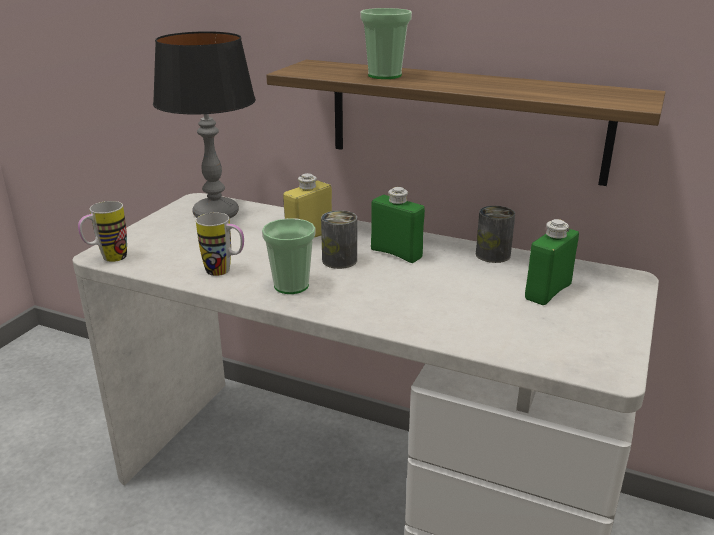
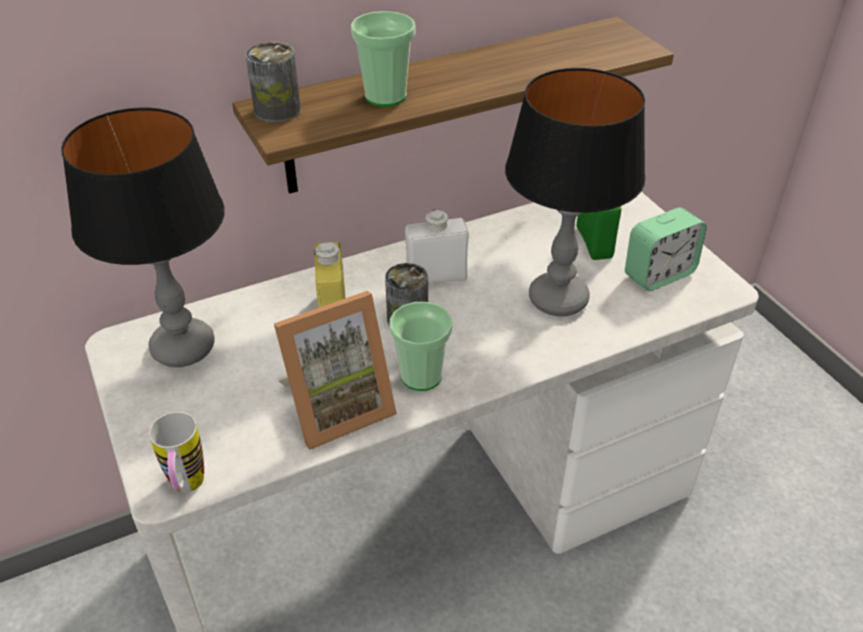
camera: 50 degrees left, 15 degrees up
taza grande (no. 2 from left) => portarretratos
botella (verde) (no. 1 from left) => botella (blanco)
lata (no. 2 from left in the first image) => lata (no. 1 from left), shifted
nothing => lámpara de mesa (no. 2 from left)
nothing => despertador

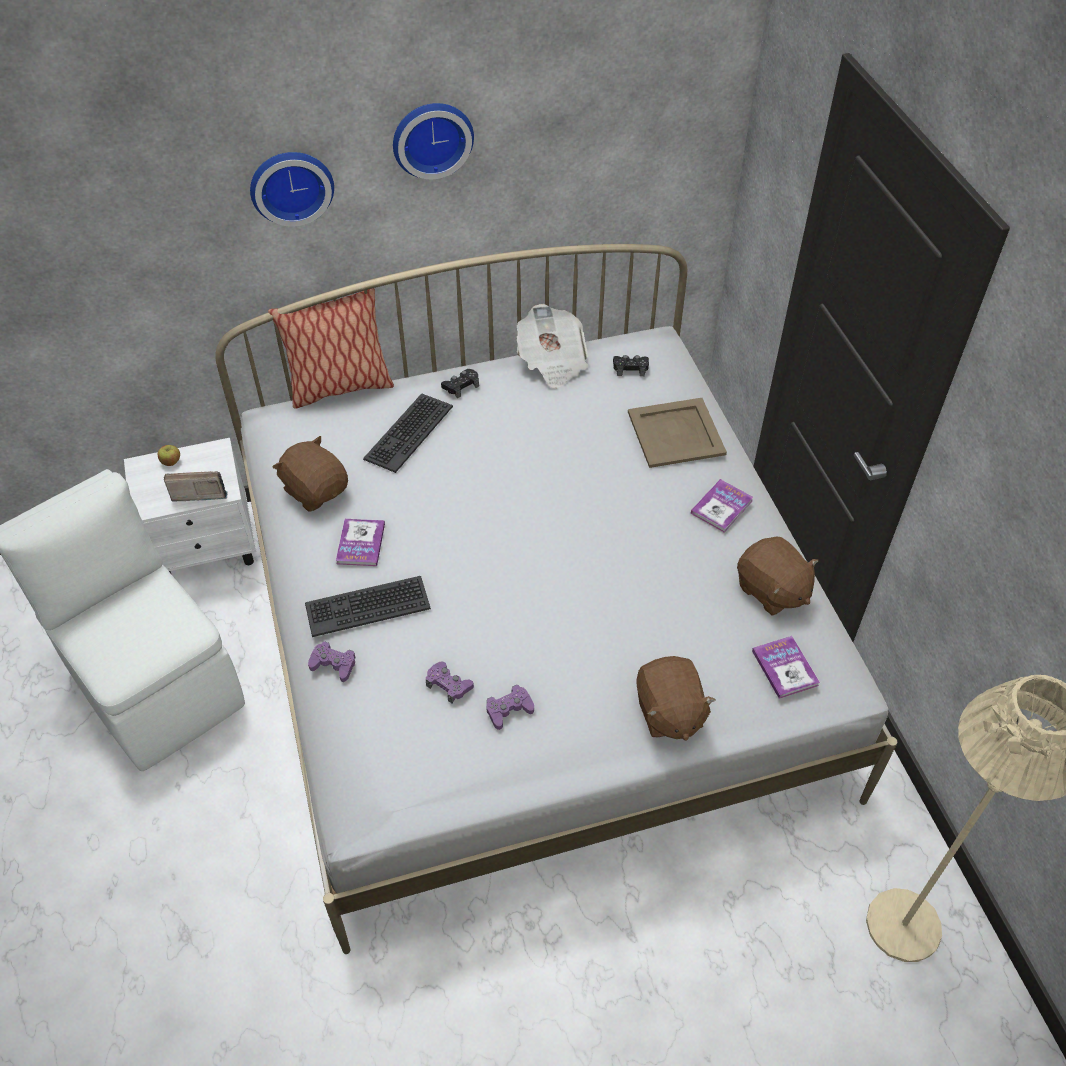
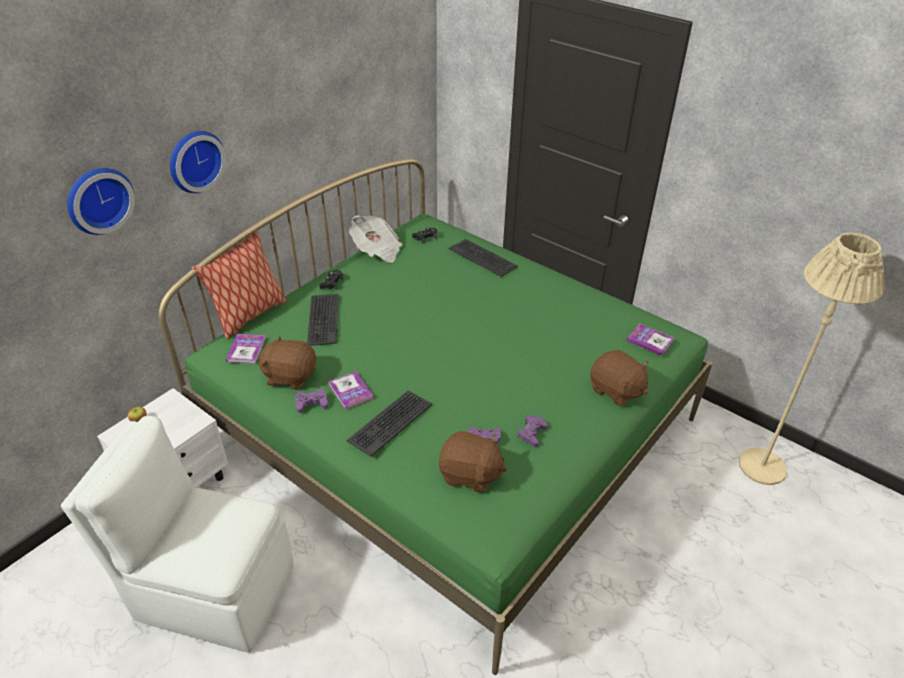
camera: 35 degrees left, 10 degrees down
radio => nothing
cama (blanco) => cama (verde)
mando de consola (morado) (no. 1 from left), shifted
reloj de pared (no. 2 from left in the first image) => reloj de pared (no. 1 from left), shifted
bandeja (beis) => teclado (no. 3 from left)
libro (no. 2 from left in the first image) => libro (no. 1 from left), shifted
peluche (marrón) (no. 3 from left in the first image) => peluche (marrón) (no. 2 from left), shifted

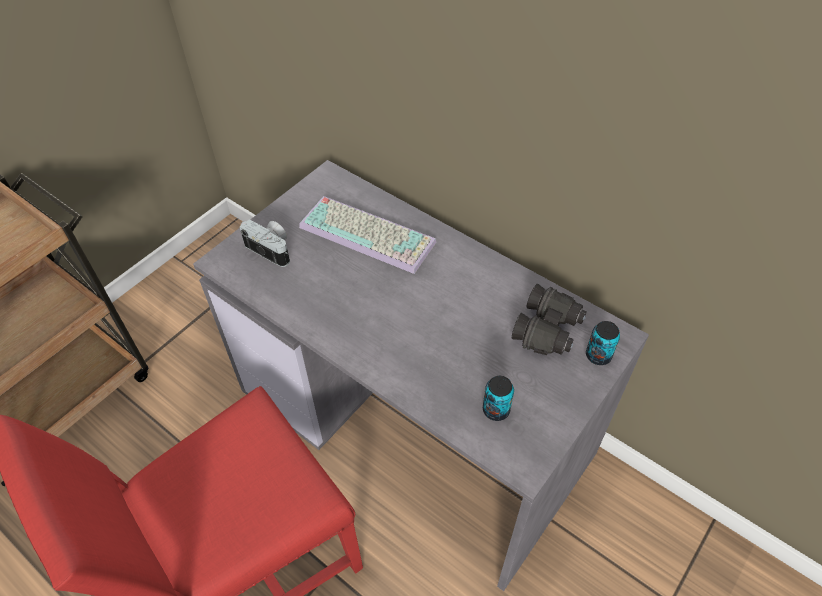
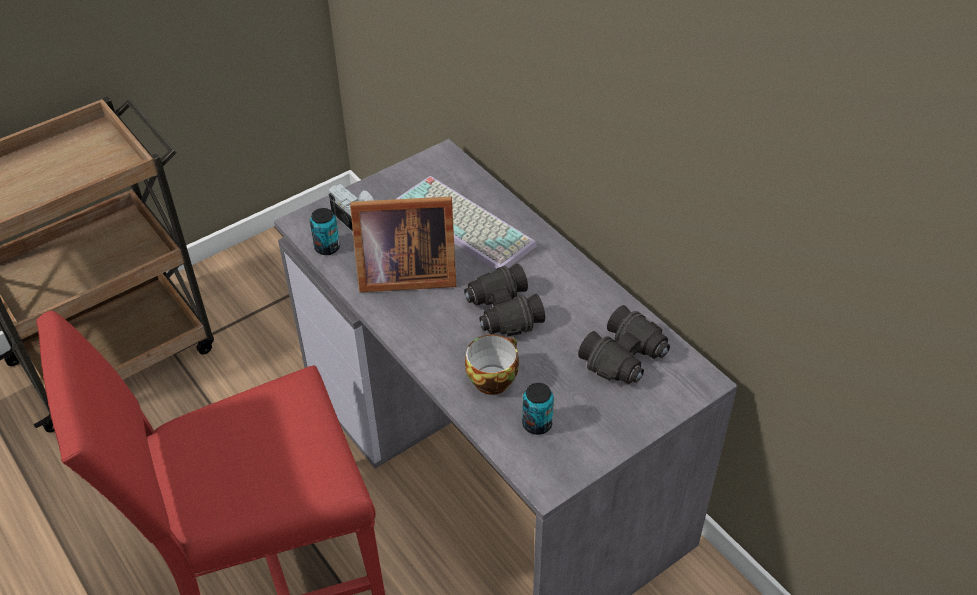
camera: 15 degrees right, 5 degrees down
lata (no. 2 from left in the first image) => lata (no. 1 from left), shifted
nothing => portarretratos
nothing => prismáticos (negro) (no. 1 from left)
nothing => taza

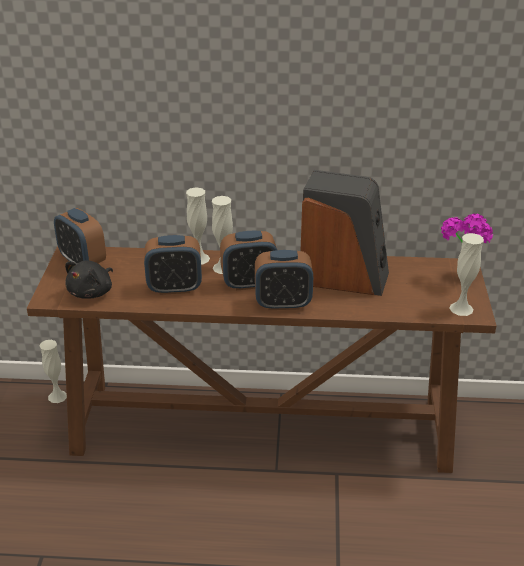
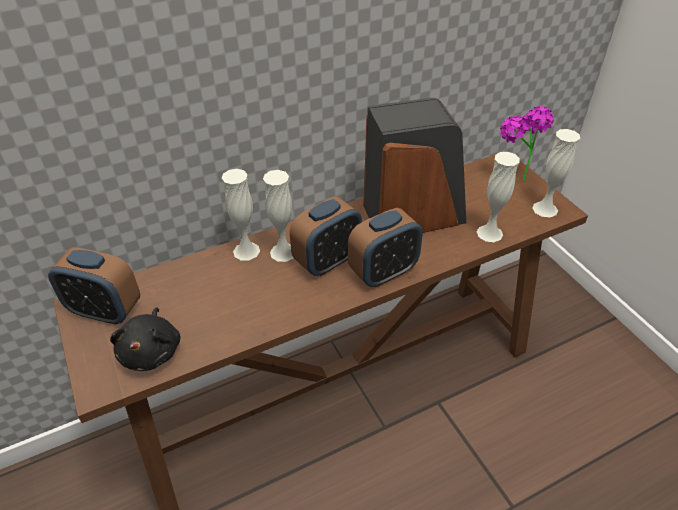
camera: 30 degrees left, 10 degrees up
florero (blanco) (no. 1 from left in the first image) => florero (blanco) (no. 3 from left), shifted
despertador (no. 2 from left) => nothing

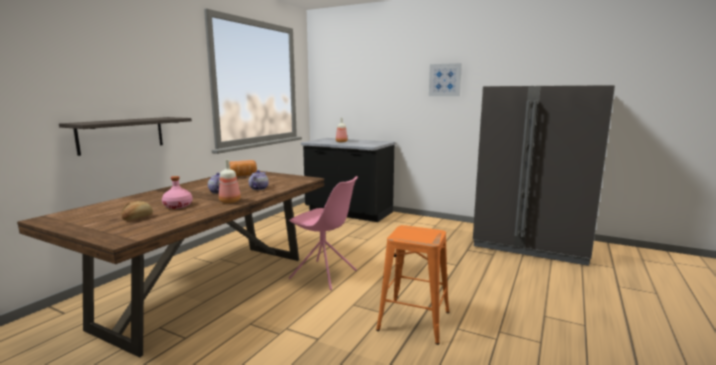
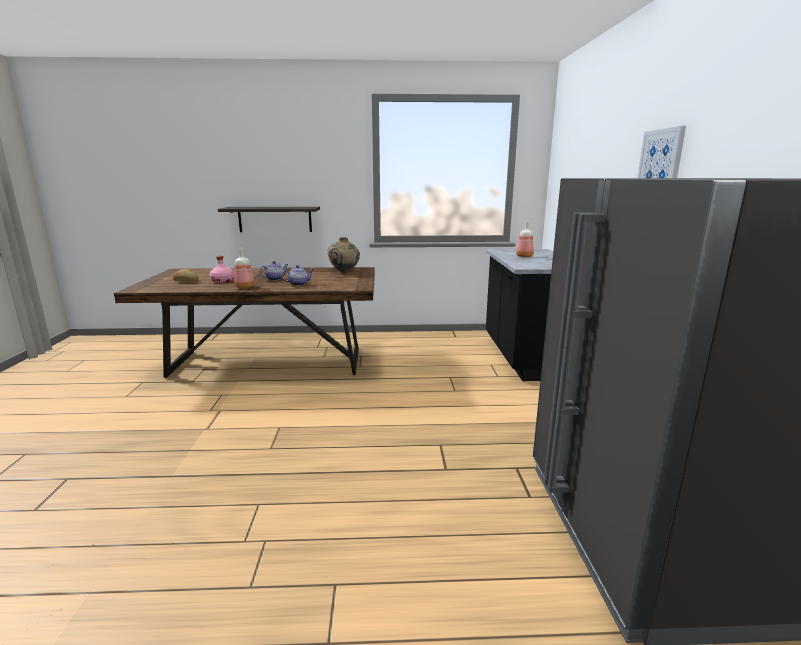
camera: 60 degrees right, 5 degrees up
pan (no. 2 from left) => florero (beis)
silla (rosa) => nothing
taburete (naranja) => nothing

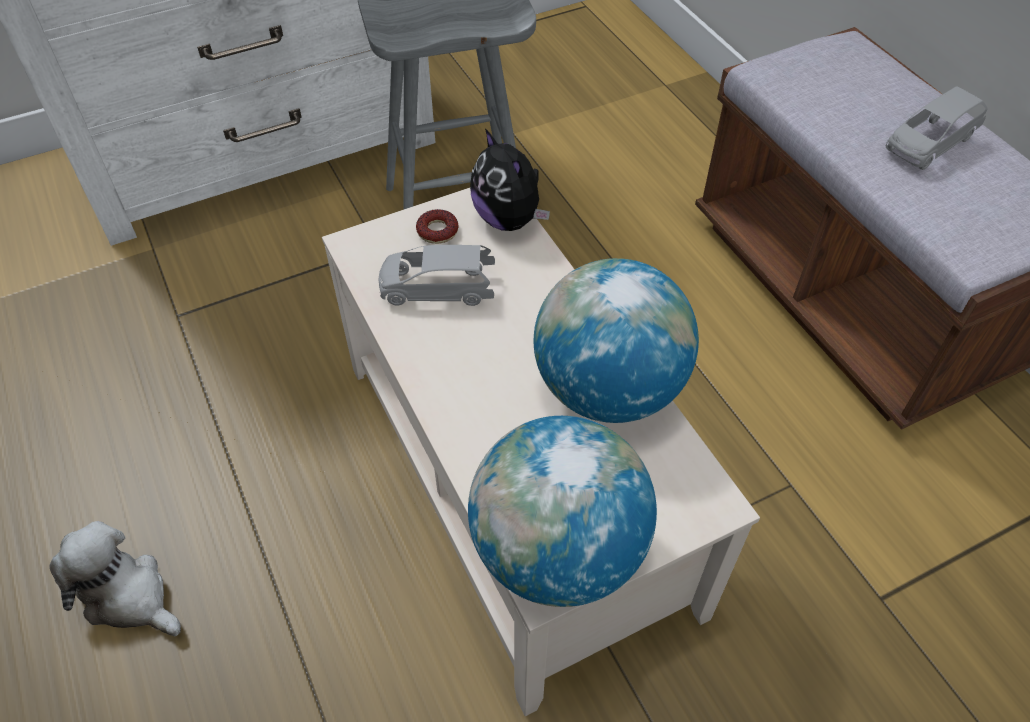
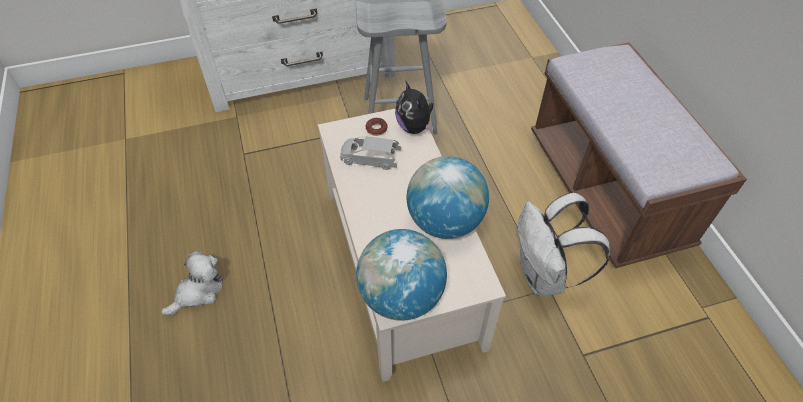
camera: 10 degrees right, 0 degrees up
peluche (no. 1 from left), 90 degrees clockwise
coche de juguete (gris) (no. 2 from left) => nothing
nothing => mochila (blanco)

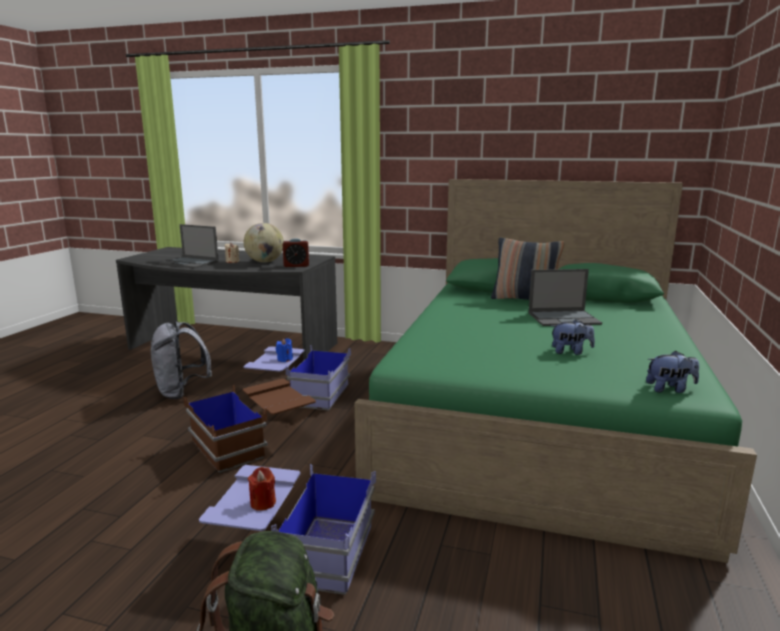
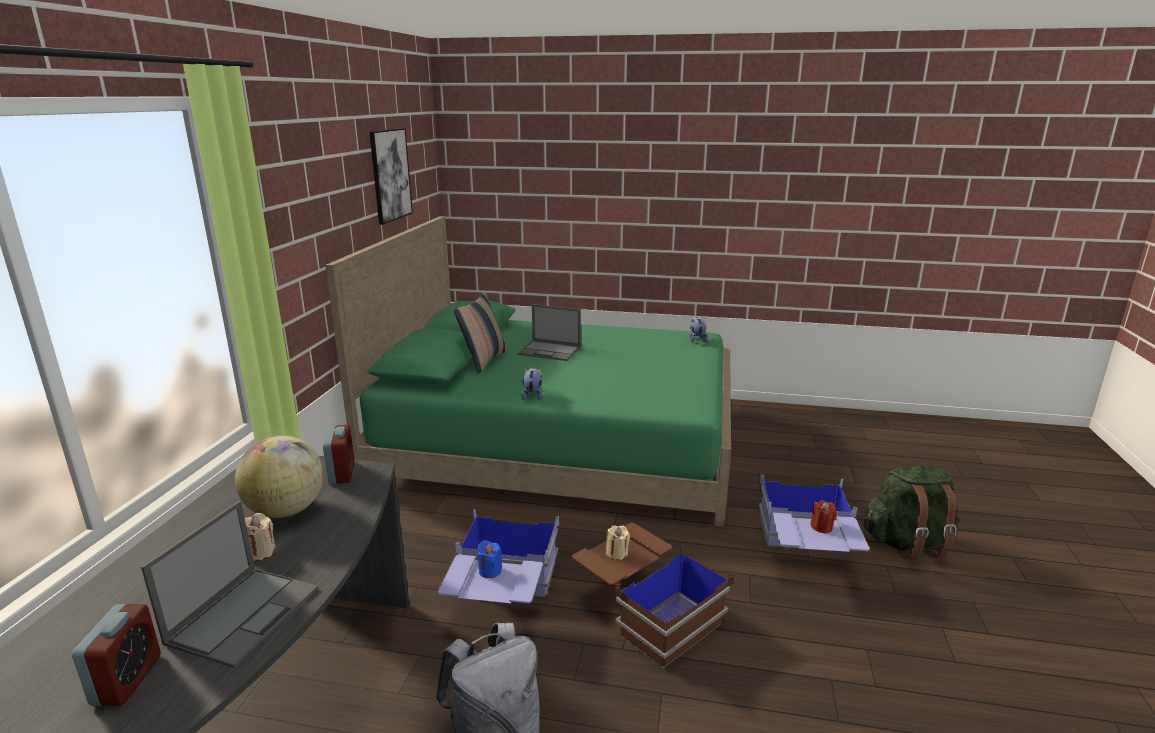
camera: 95 degrees left, 5 degrees up
portátil (no. 2 from left), 120 degrees clockwise
peluche (no. 1 from left), shifted
nothing => despertador (no. 1 from left)
nothing => cuadro
nothing => vela (beis) (no. 2 from left)

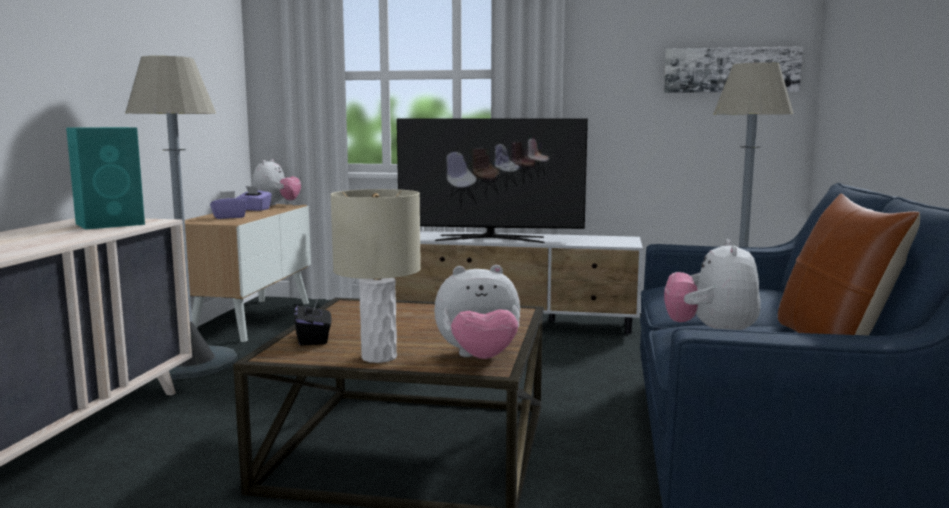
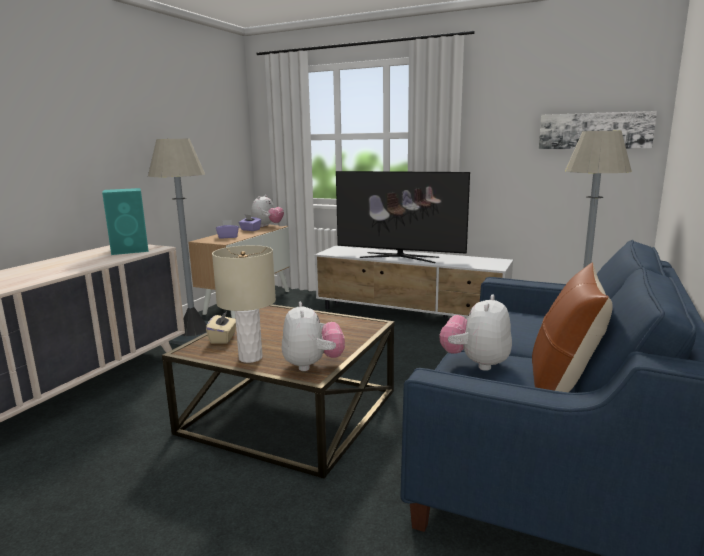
camera: 15 degrees right, 5 degrees up
caja de pañuelos (negro) => caja de pañuelos (beis)
peluche (no. 2 from left), 105 degrees counterclockwise

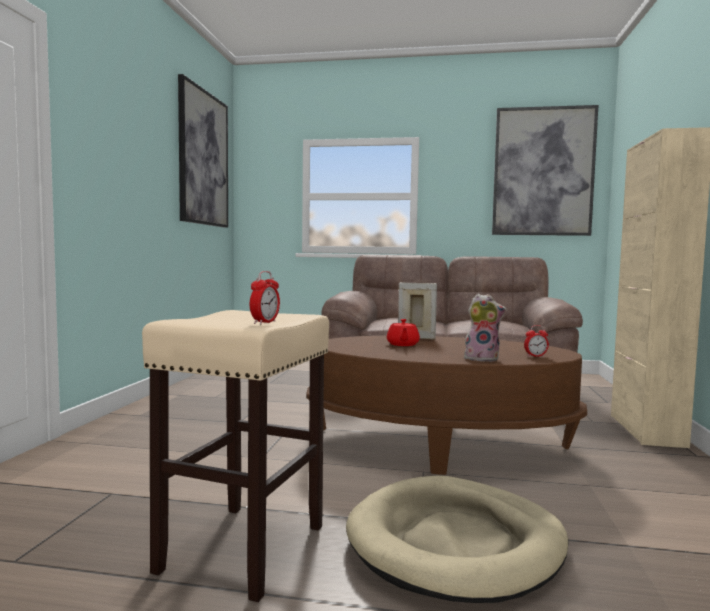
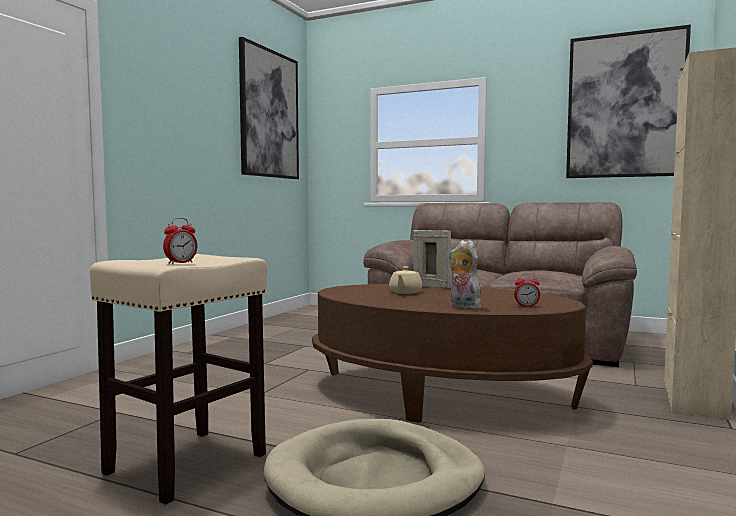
camera: 15 degrees right, 0 degrees up
tetera (rojo) => tetera (beis)
peluche, 150 degrees counterclockwise

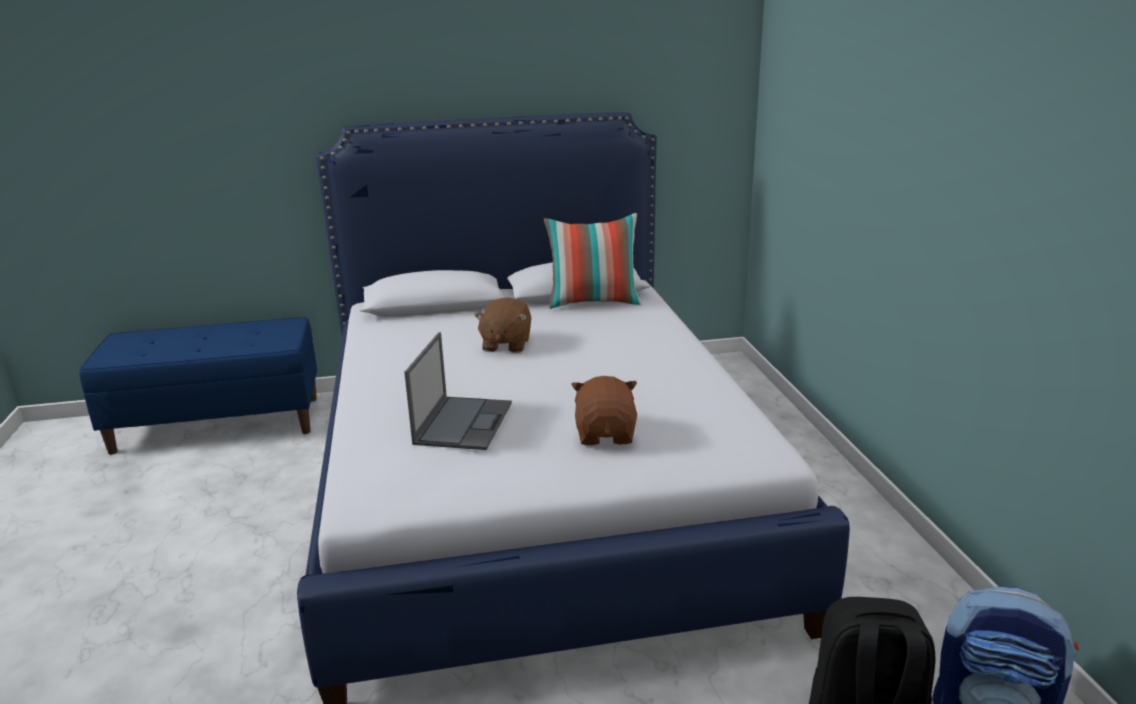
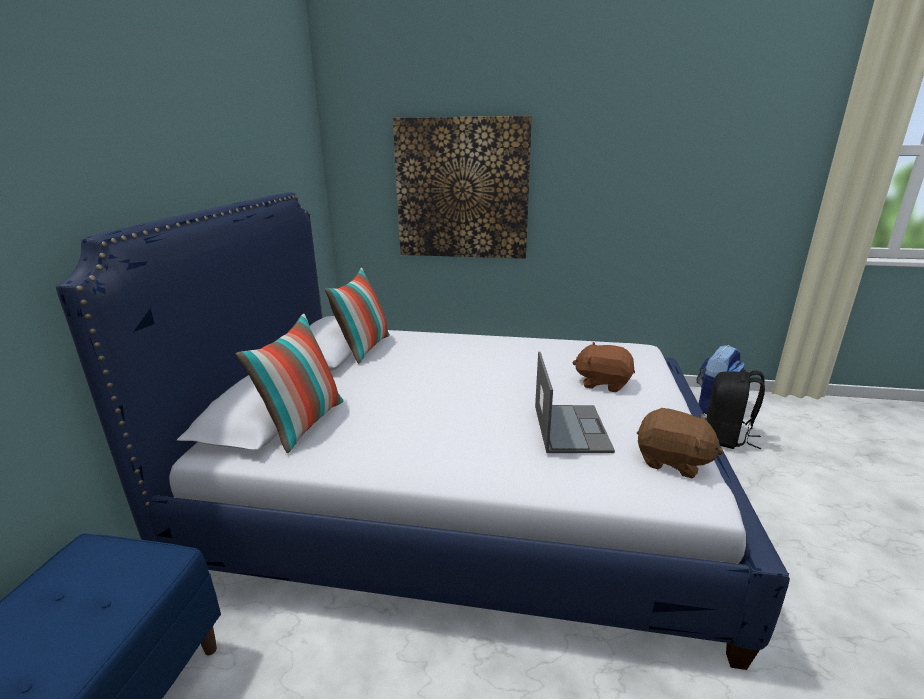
camera: 70 degrees left, 0 degrees up
portátil, 60 degrees clockwise
peluche (marrón) (no. 1 from left in the first image) => peluche (marrón) (no. 2 from left), shifted
nothing => cojín (no. 1 from left)
nothing => cuadro

